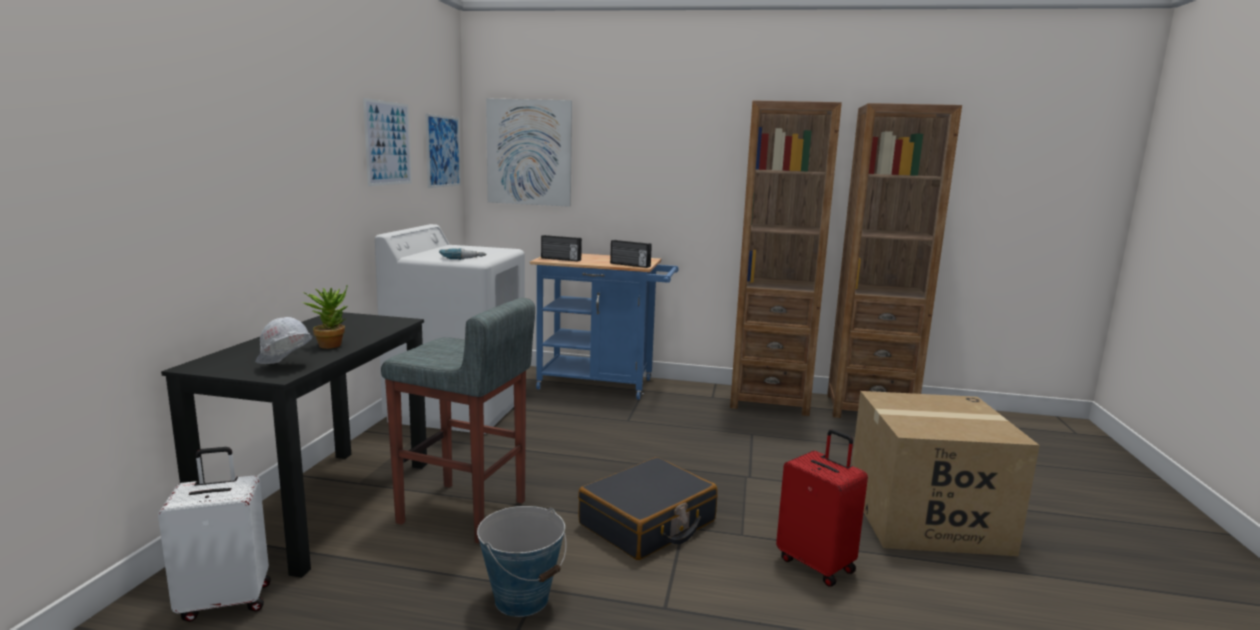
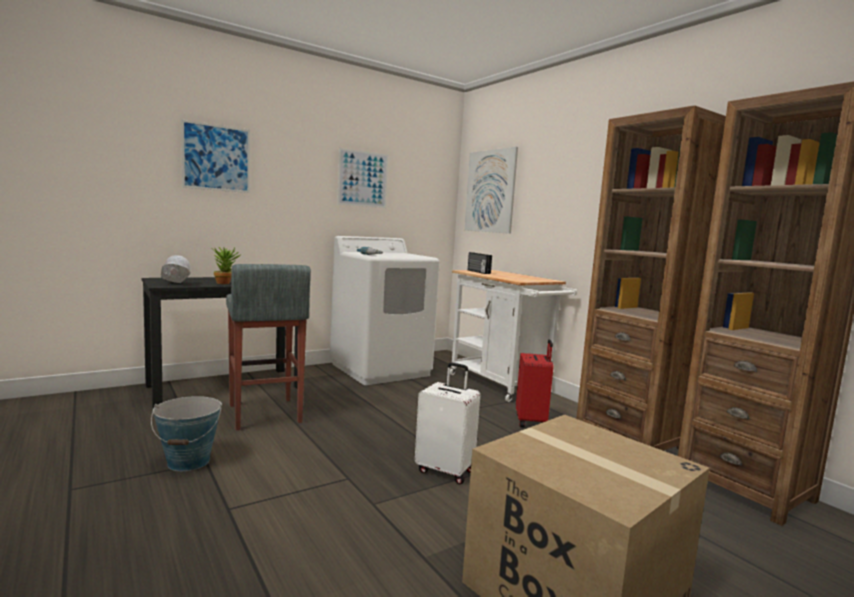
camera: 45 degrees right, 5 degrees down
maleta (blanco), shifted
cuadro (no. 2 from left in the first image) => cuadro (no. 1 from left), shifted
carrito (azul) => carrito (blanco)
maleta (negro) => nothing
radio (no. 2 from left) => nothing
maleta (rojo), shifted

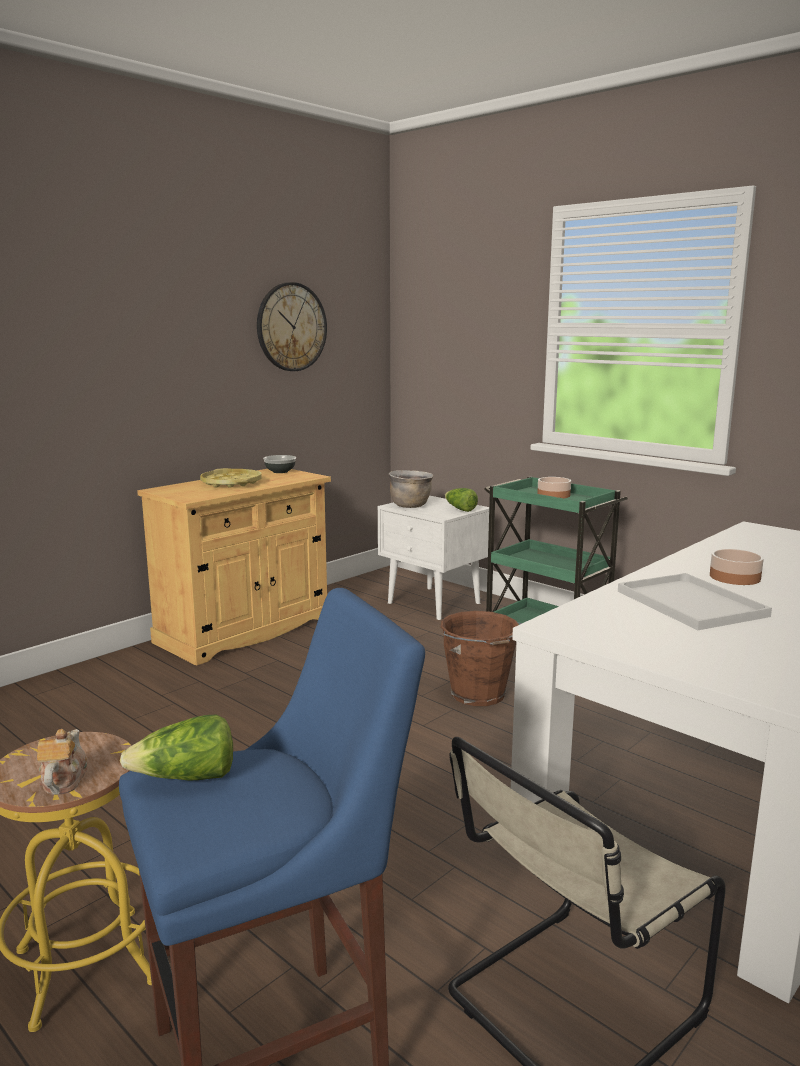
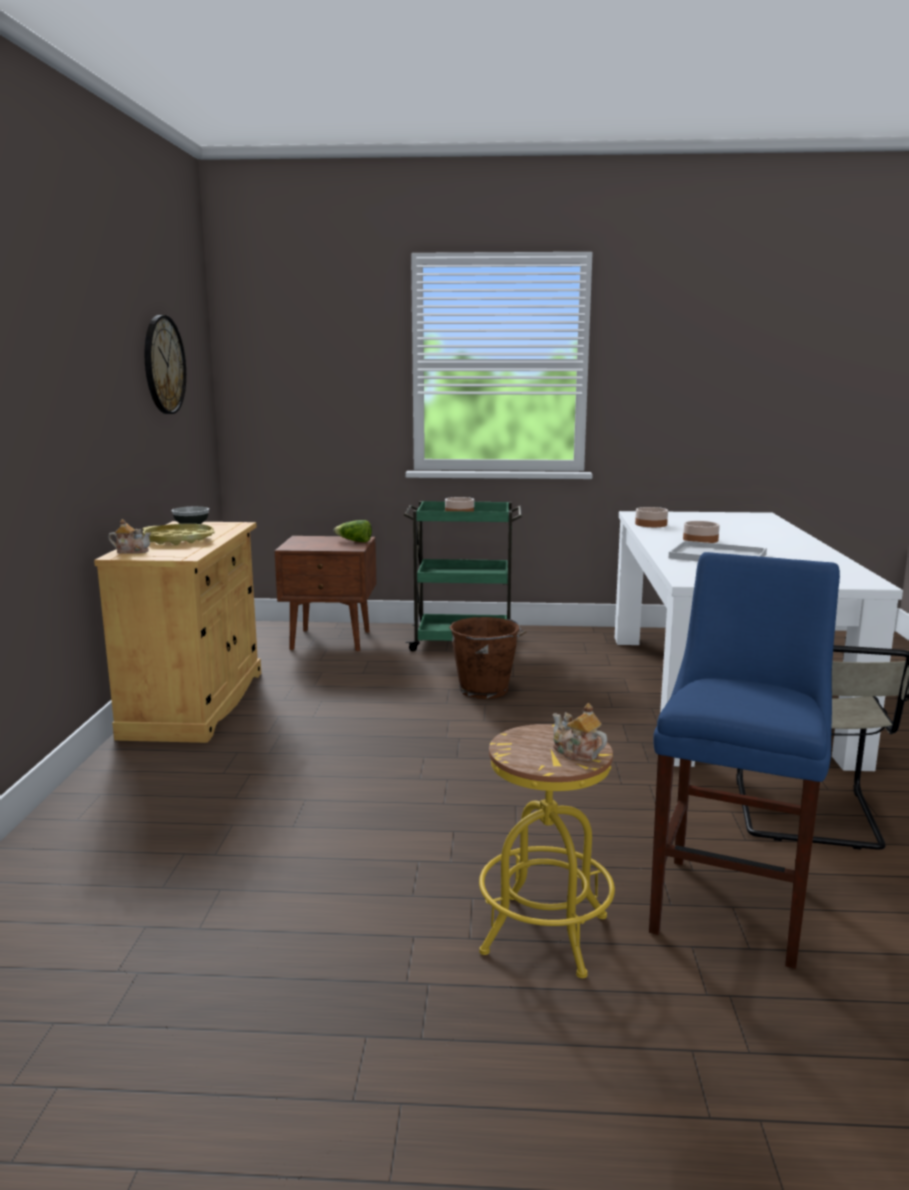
camera: 40 degrees left, 0 degrees up
lechuga (no. 1 from left) => nothing
mesita de noche (blanco) => mesita de noche (marrón)
olla (marrón) => nothing
nothing => tetera (no. 1 from left)
nothing => cuenco (no. 3 from left)

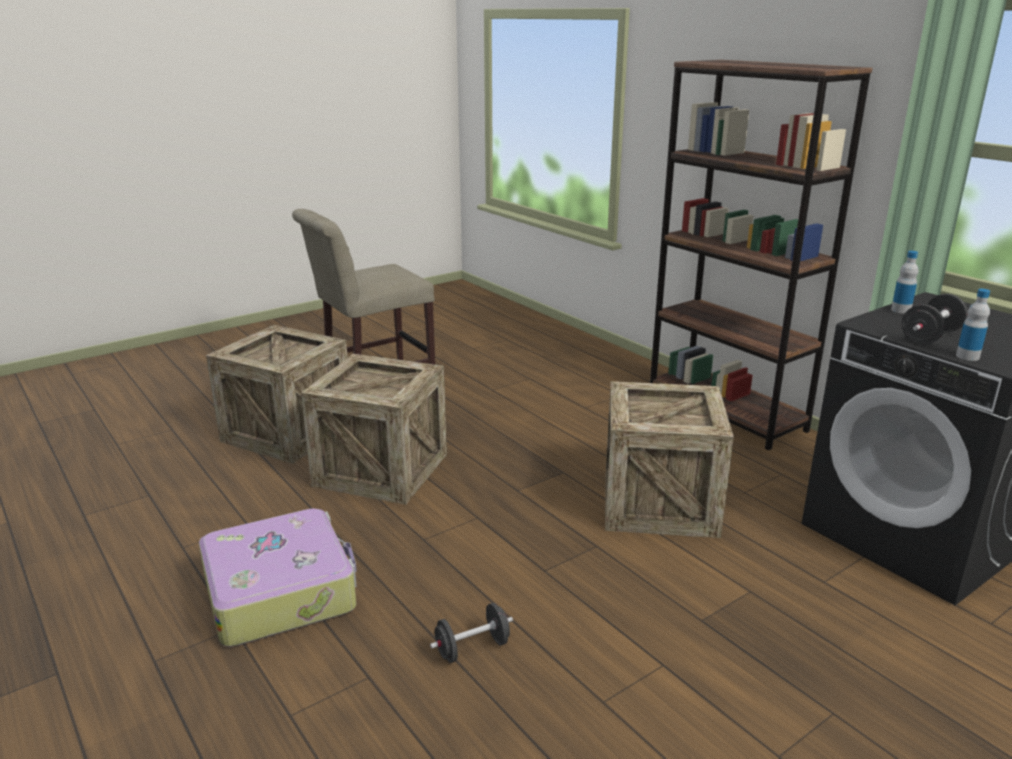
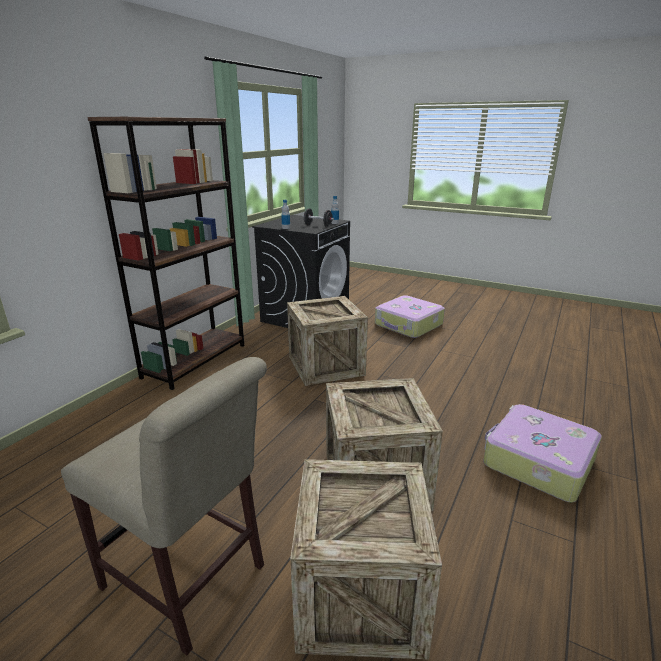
camera: 115 degrees left, 0 degrees up
mancuerna (negro) (no. 1 from left) => nothing
nothing => maleta (no. 1 from left)

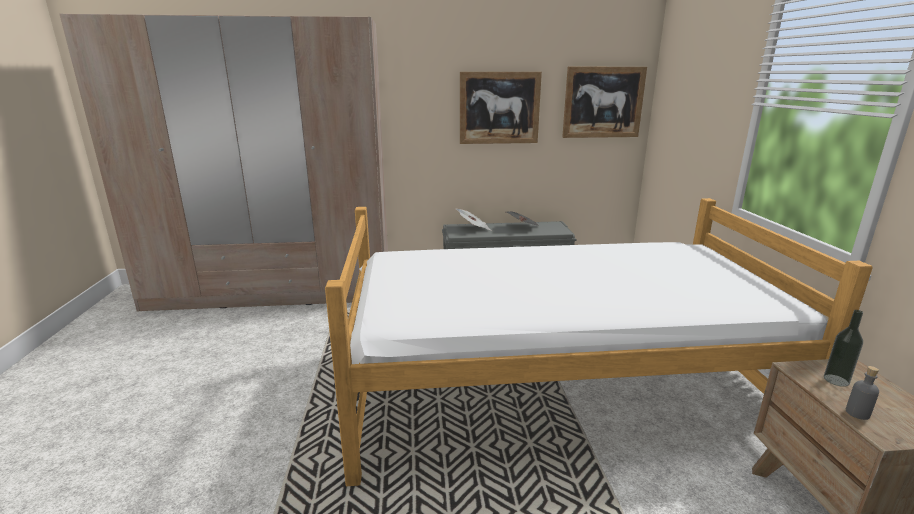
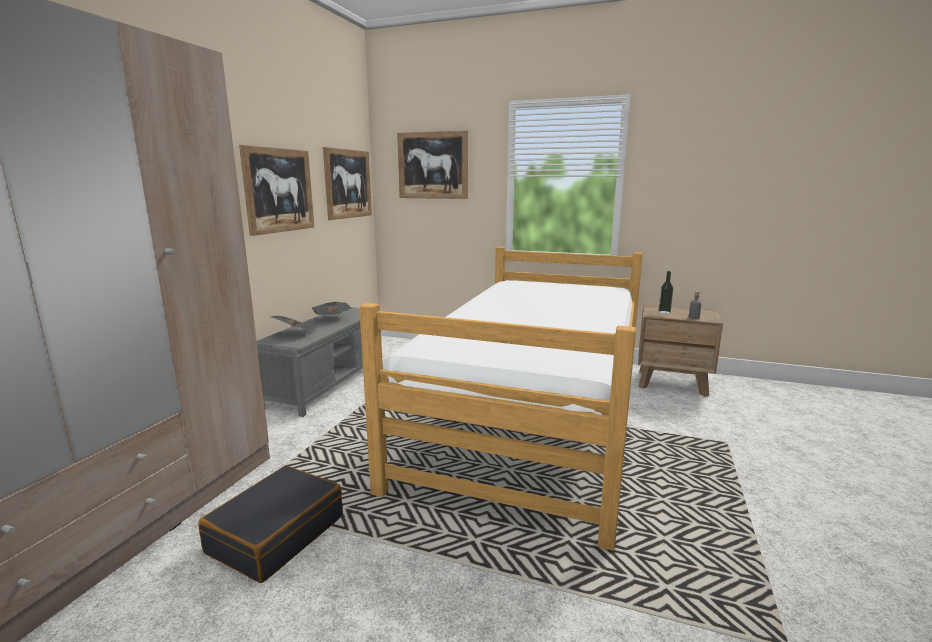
camera: 65 degrees left, 5 degrees down
nothing => maleta (negro)
nothing => cuadro (no. 3 from left)

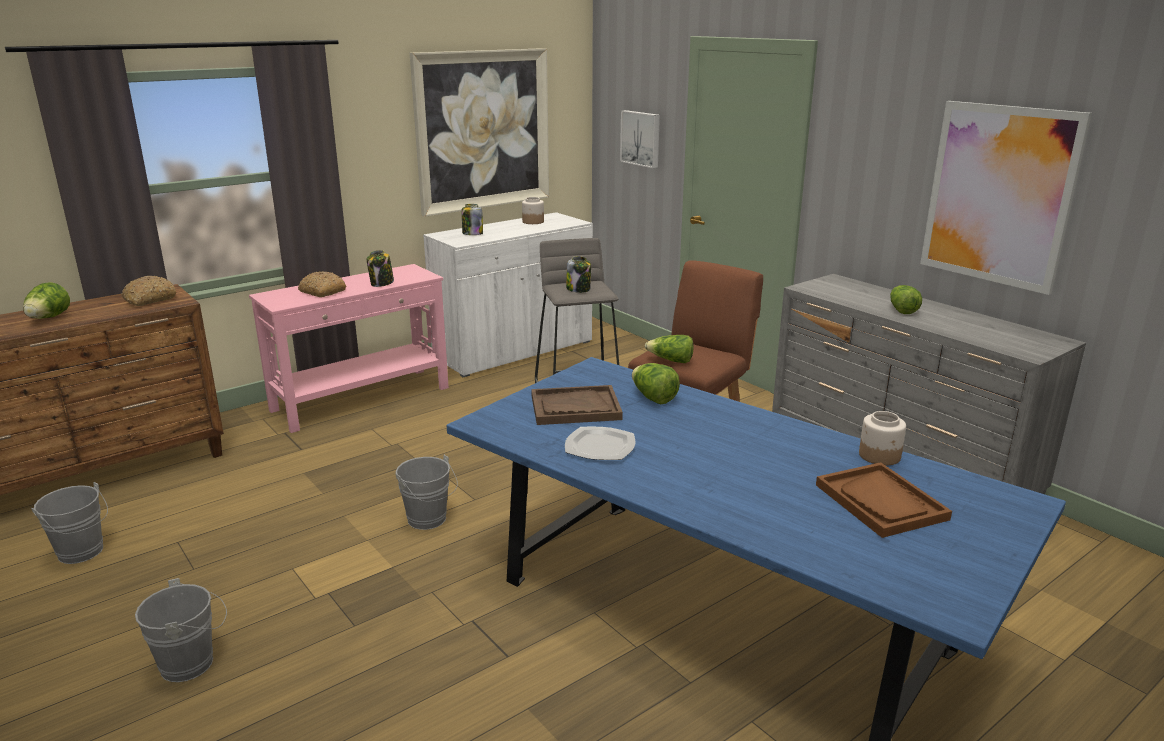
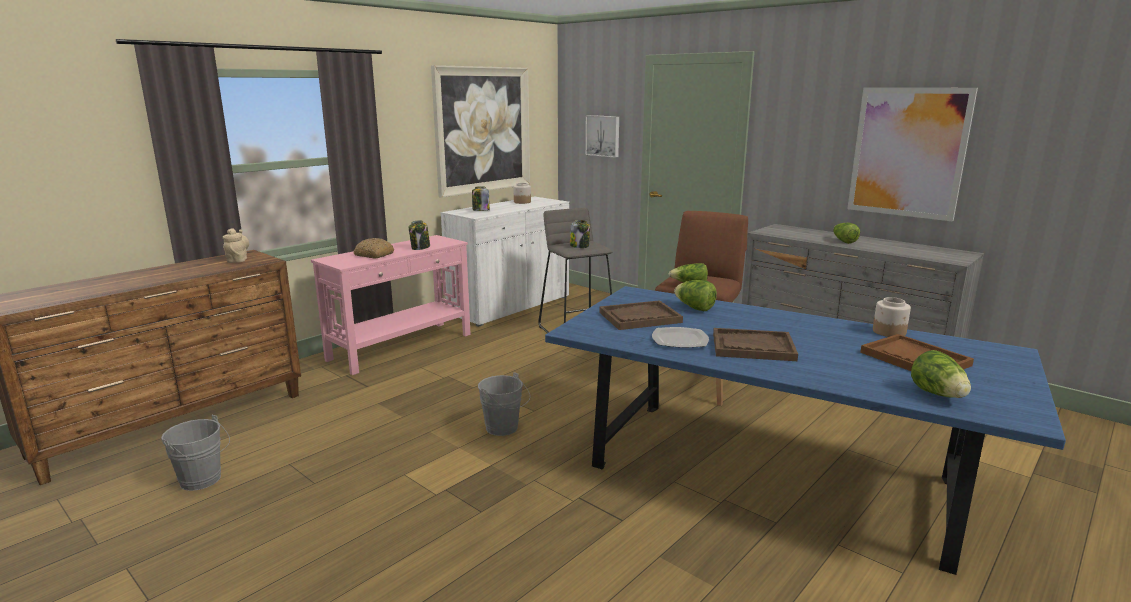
camera: 10 degrees left, 5 degrees down
lechuga (no. 1 from left in the first image) => lechuga (no. 4 from left), shifted
pan (no. 1 from left) => tetera (beis)
cubo (gris) (no. 2 from left) => nothing
nothing => bandeja (marrón) (no. 2 from left)

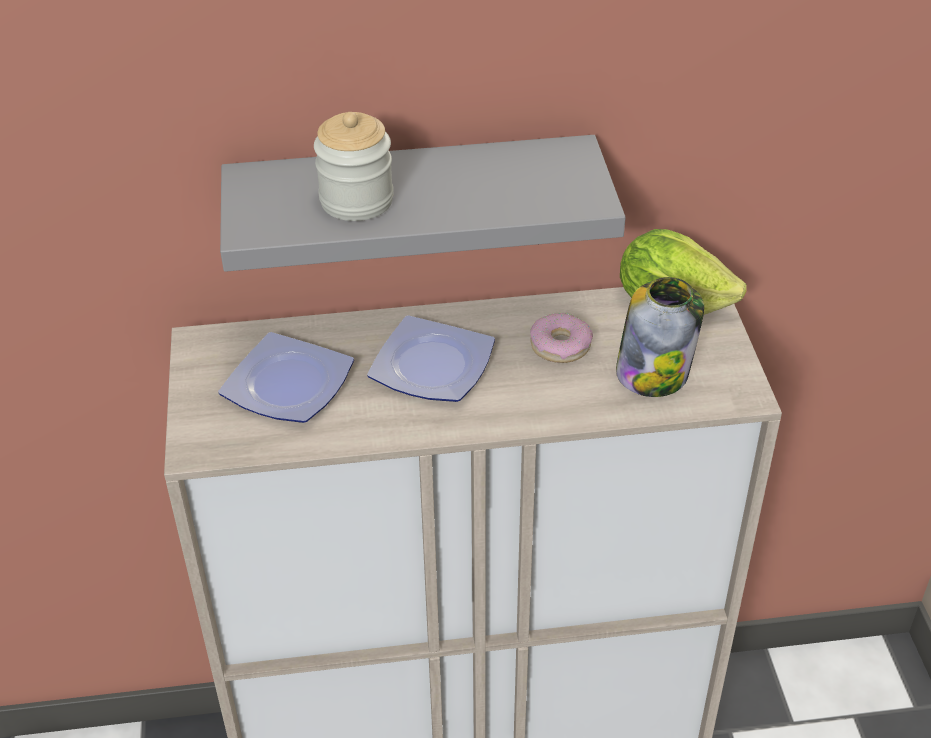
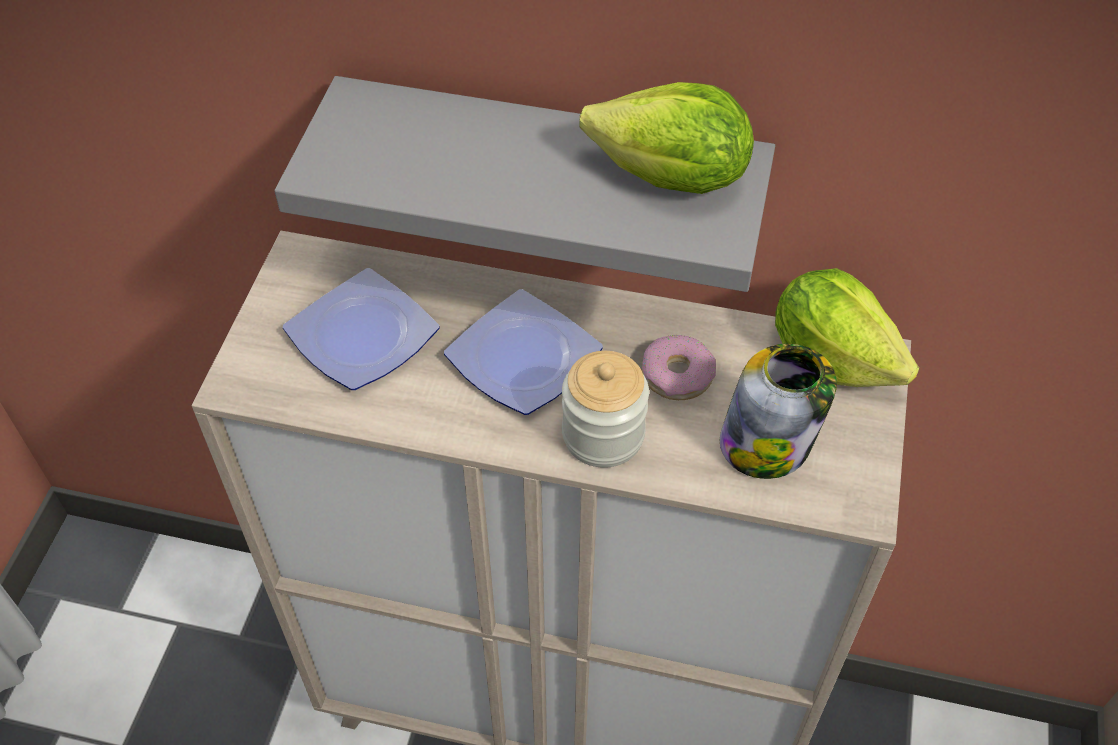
camera: 20 degrees right, 10 degrees up
tarro (no. 1 from left), shifted
nothing => lechuga (no. 1 from left)

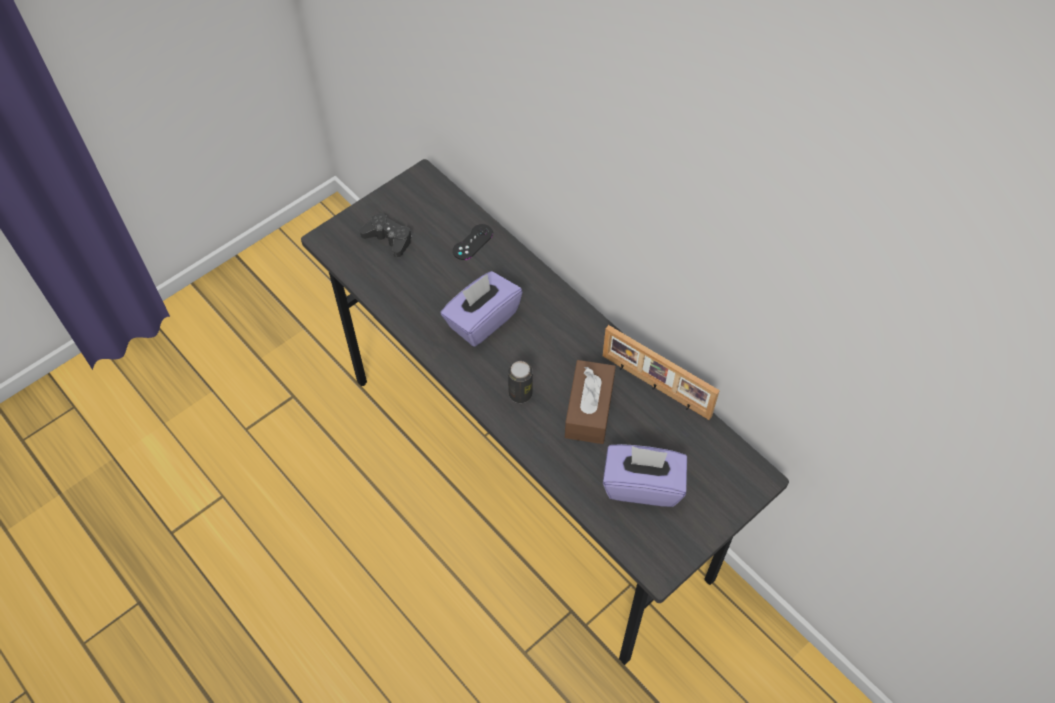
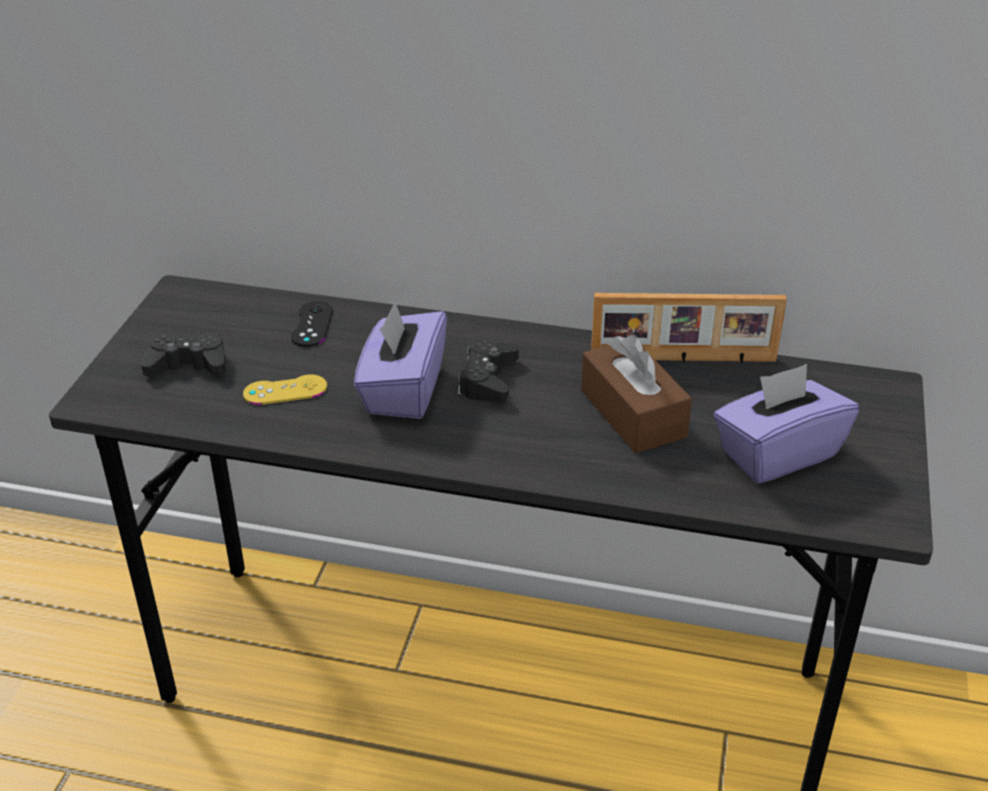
camera: 35 degrees left, 20 degrees down
lata => nothing
nothing => mando de consola (amarillo)
nothing => mando de consola (negro) (no. 3 from left)

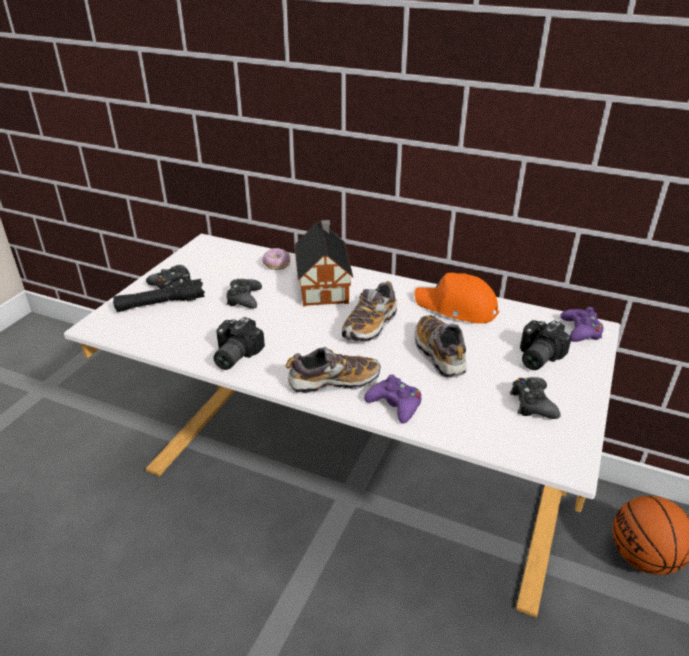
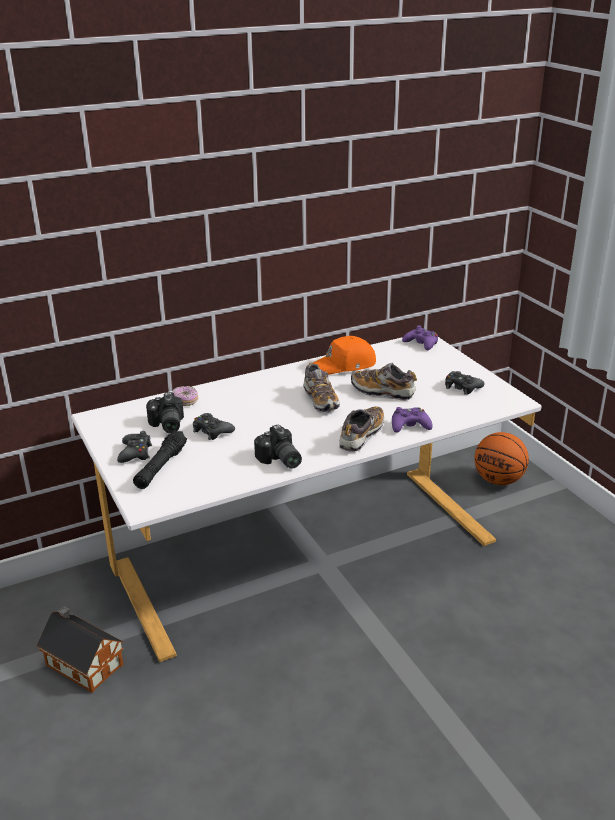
camera: 50 degrees left, 5 degrees down
casita, shifted
cámara (no. 2 from left in the first image) => cámara (no. 1 from left), shifted

